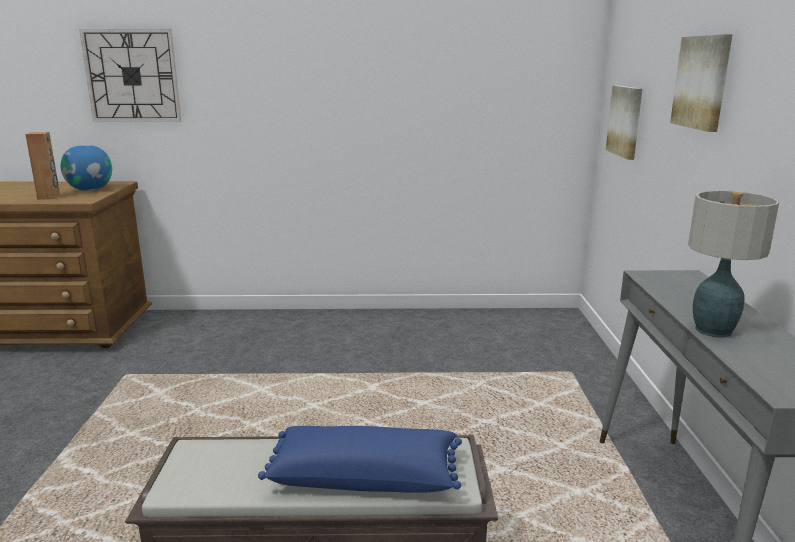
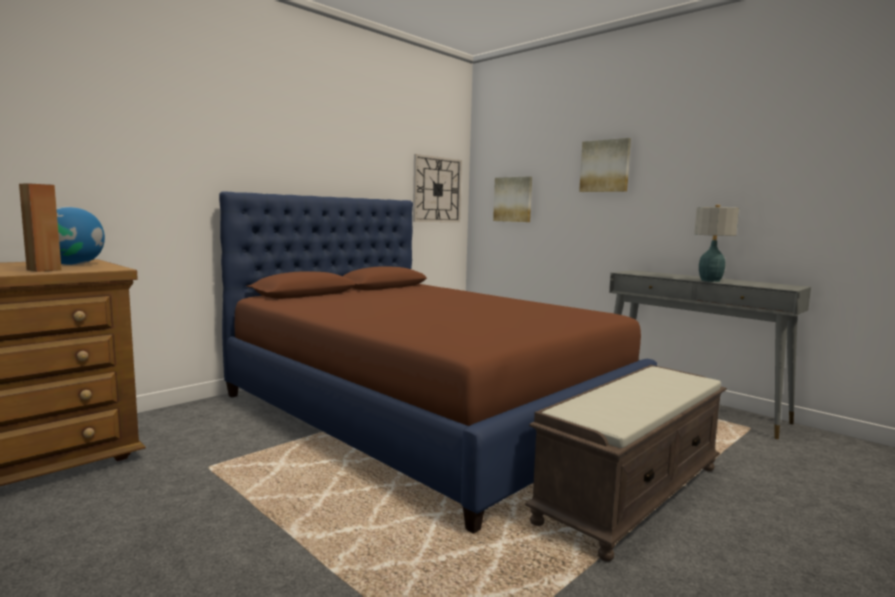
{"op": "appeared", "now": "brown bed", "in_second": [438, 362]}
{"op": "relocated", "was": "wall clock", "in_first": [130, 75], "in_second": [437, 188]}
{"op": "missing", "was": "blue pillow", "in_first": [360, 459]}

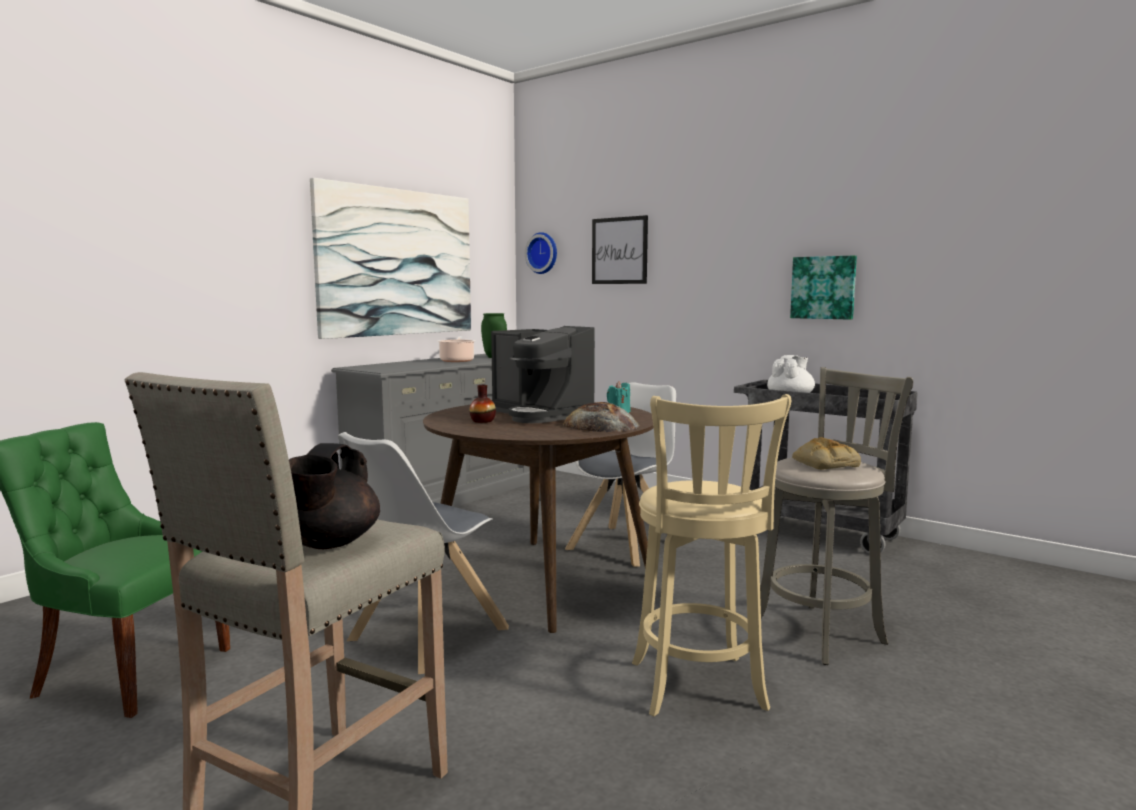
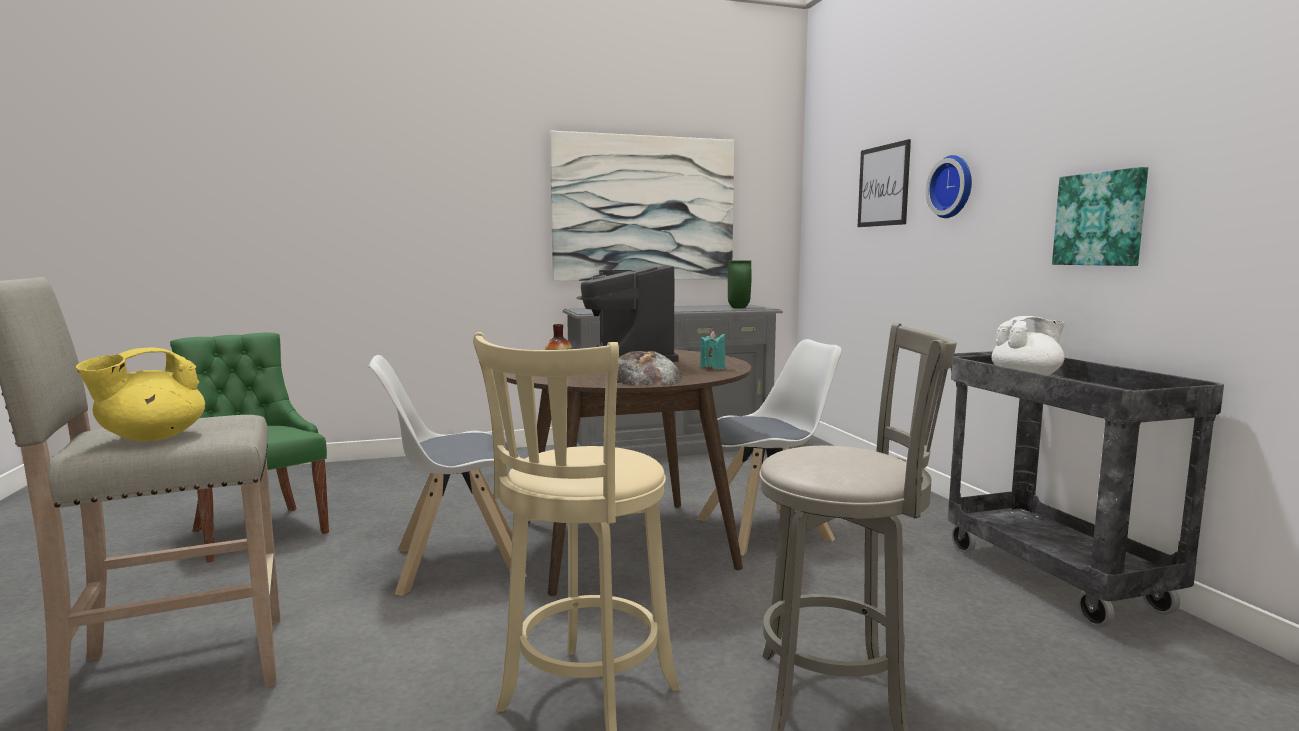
{"op": "colour", "was": "black teapot", "now": "yellow teapot", "in_first": [334, 496], "in_second": [140, 394]}
{"op": "relocated", "was": "wall clock", "in_first": [541, 253], "in_second": [949, 186]}
{"op": "missing", "was": "cooking pot", "in_first": [456, 349]}
{"op": "missing", "was": "bread", "in_first": [826, 453]}

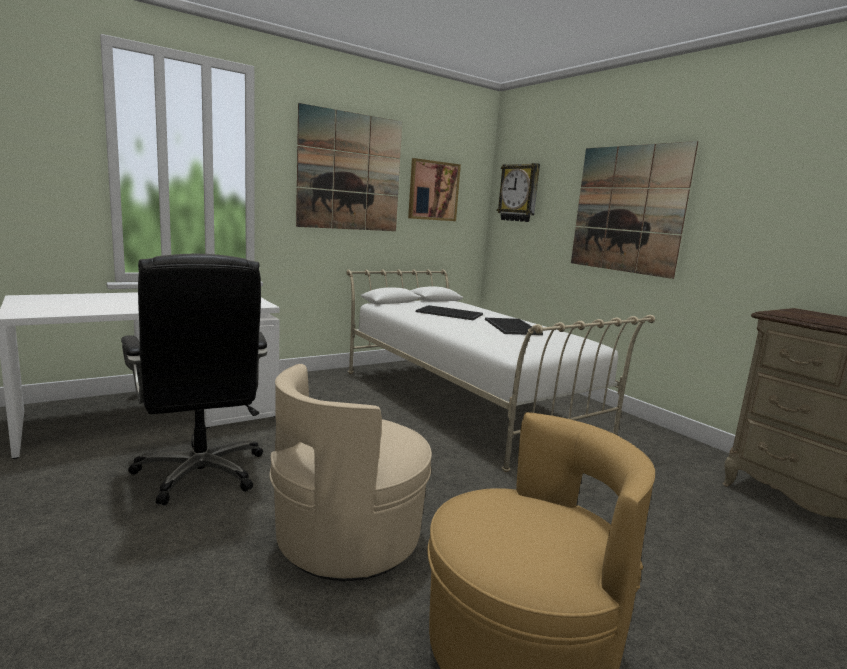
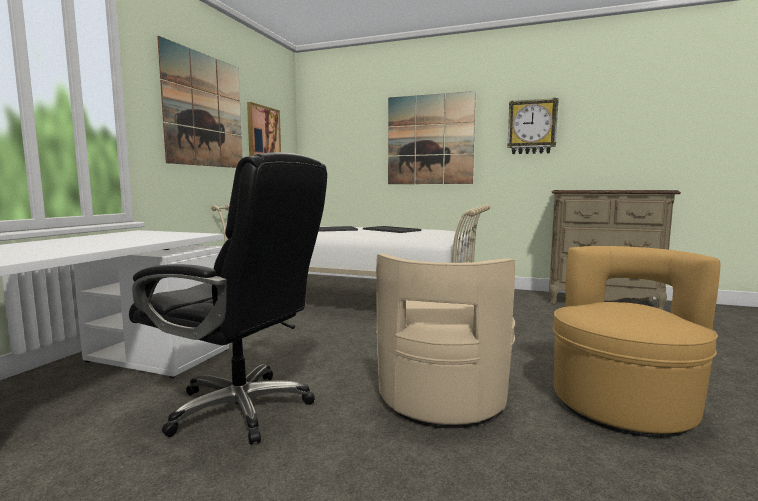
{"op": "relocated", "was": "wall clock", "in_first": [518, 192], "in_second": [533, 126]}

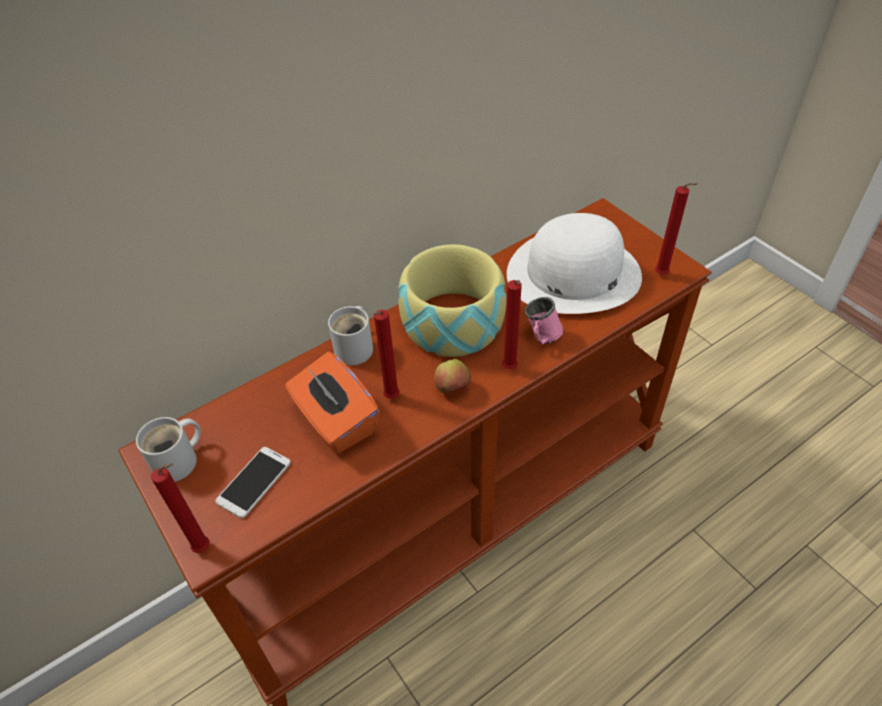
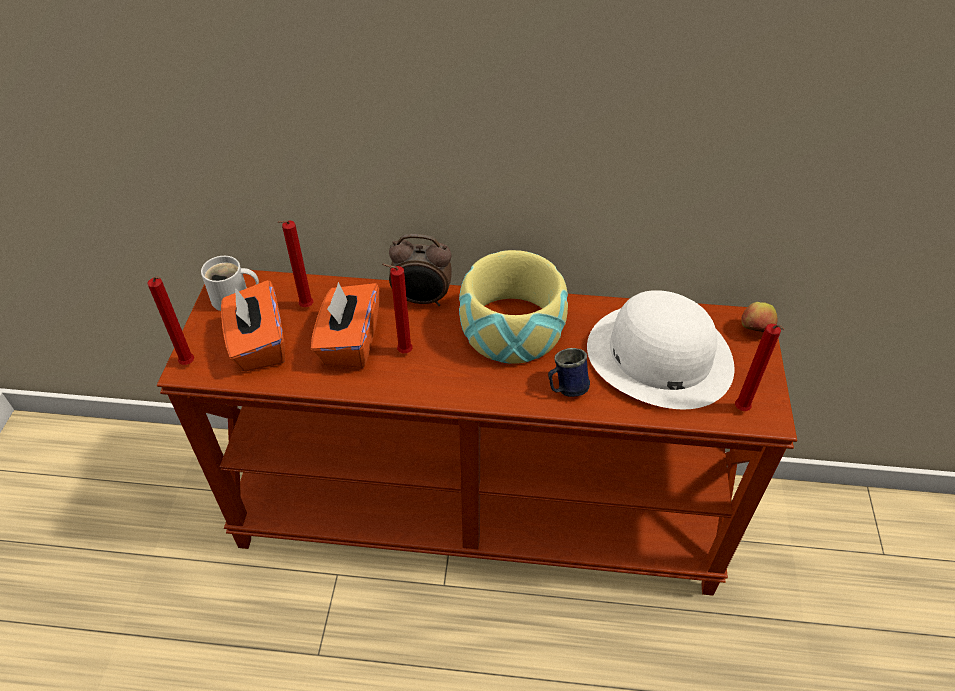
{"op": "exchanged", "was": "phone", "now": "orange tissue box", "in_first": [253, 482], "in_second": [253, 326]}
{"op": "relocated", "was": "red candle", "in_first": [512, 325], "in_second": [295, 264]}
{"op": "exchanged", "was": "white mug", "now": "alarm clock", "in_first": [350, 335], "in_second": [420, 270]}
{"op": "colour", "was": "pink mug", "now": "blue mug", "in_first": [544, 321], "in_second": [569, 372]}
{"op": "relocated", "was": "apple", "in_first": [452, 376], "in_second": [759, 317]}

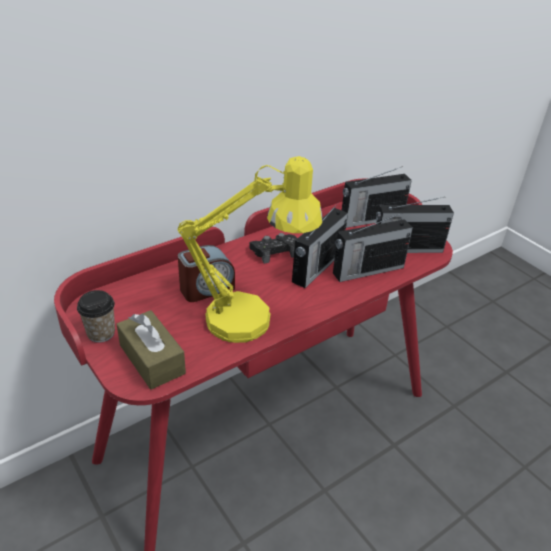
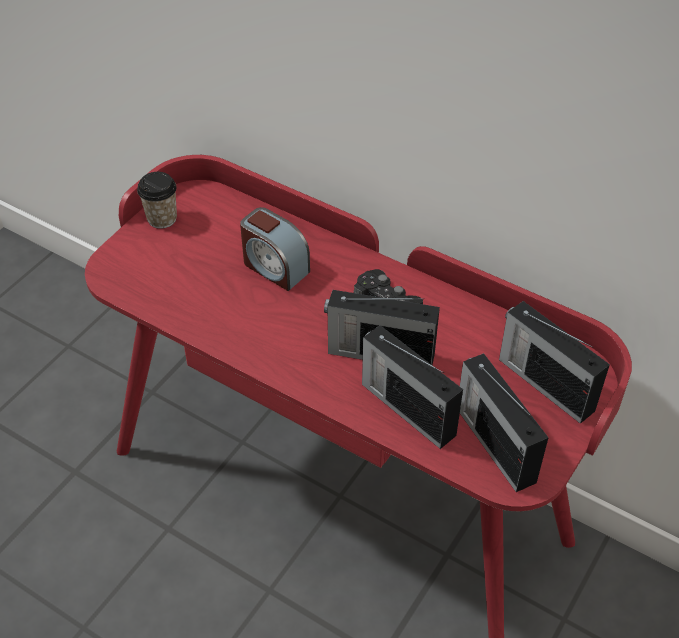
{"op": "missing", "was": "brown tissue box", "in_first": [151, 350]}
{"op": "missing", "was": "yellow table lamp", "in_first": [250, 249]}

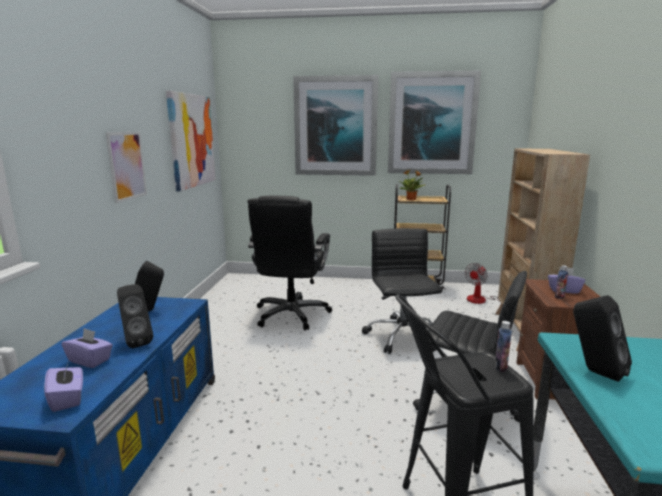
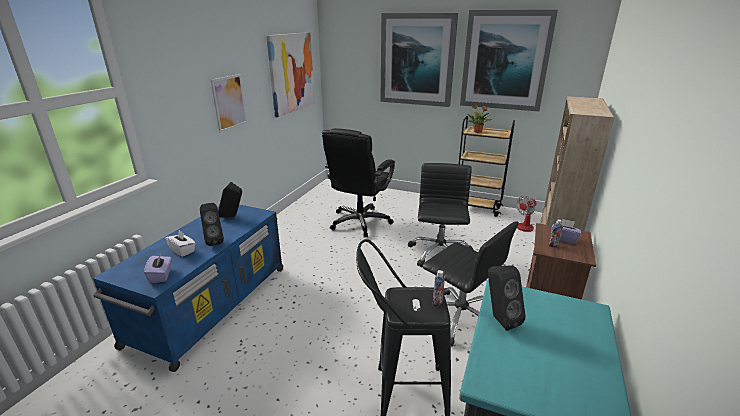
{"op": "colour", "was": "purple tissue box", "now": "white tissue box", "in_first": [87, 348], "in_second": [180, 243]}

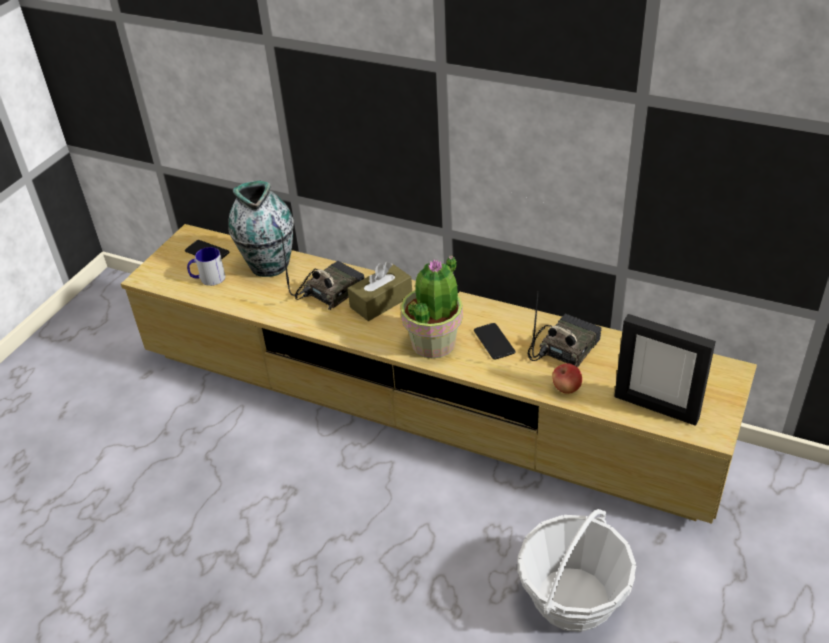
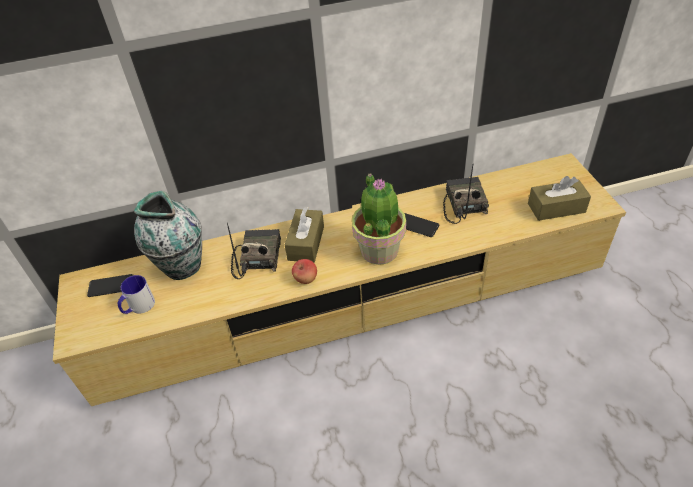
{"op": "relocated", "was": "apple", "in_first": [567, 378], "in_second": [304, 271]}
{"op": "exchanged", "was": "picture frame", "now": "brown tissue box", "in_first": [665, 370], "in_second": [559, 198]}
{"op": "missing", "was": "basket", "in_first": [576, 570]}

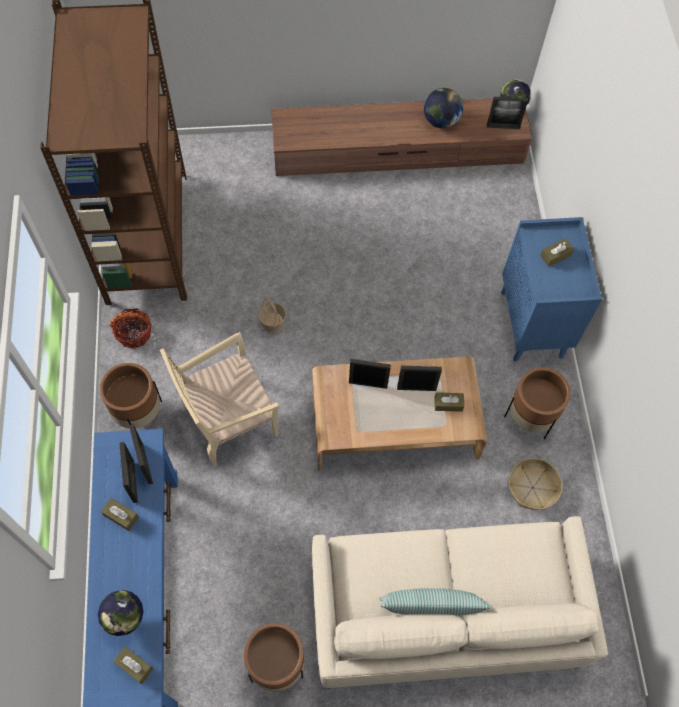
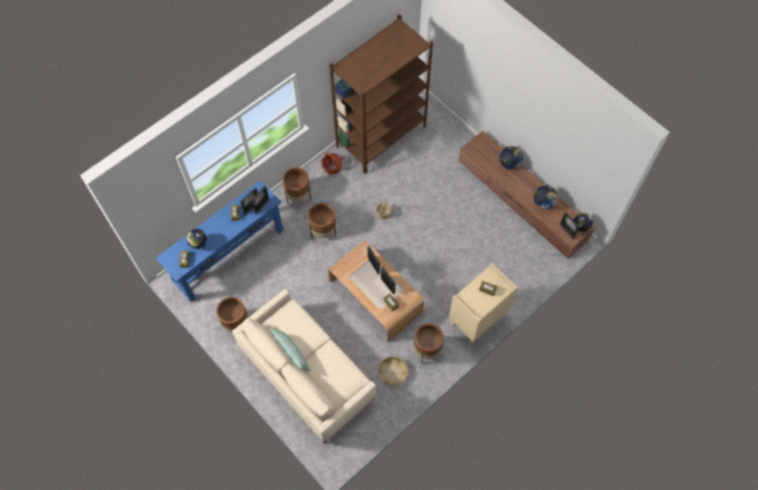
{"op": "exchanged", "was": "beige armchair", "now": "brown planter", "in_first": [219, 399], "in_second": [322, 221]}
{"op": "colour", "was": "blue cabinet", "now": "beige cabinet", "in_first": [551, 289], "in_second": [483, 304]}
{"op": "appeared", "now": "globe", "in_second": [511, 157]}

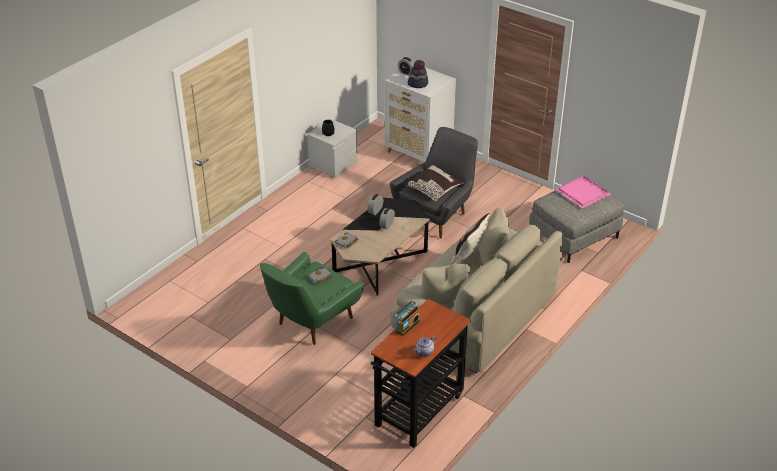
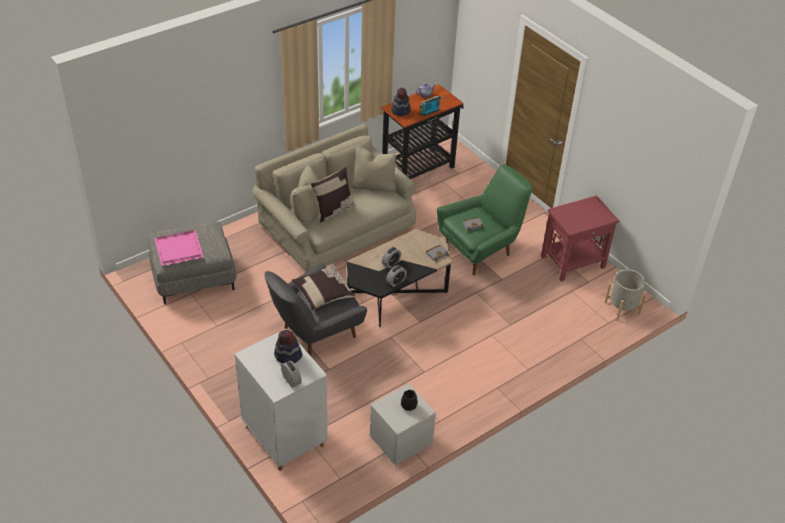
{"op": "appeared", "now": "hat", "in_second": [401, 101]}
{"op": "appeared", "now": "red side table", "in_second": [580, 238]}
{"op": "appeared", "now": "grey planter", "in_second": [625, 294]}

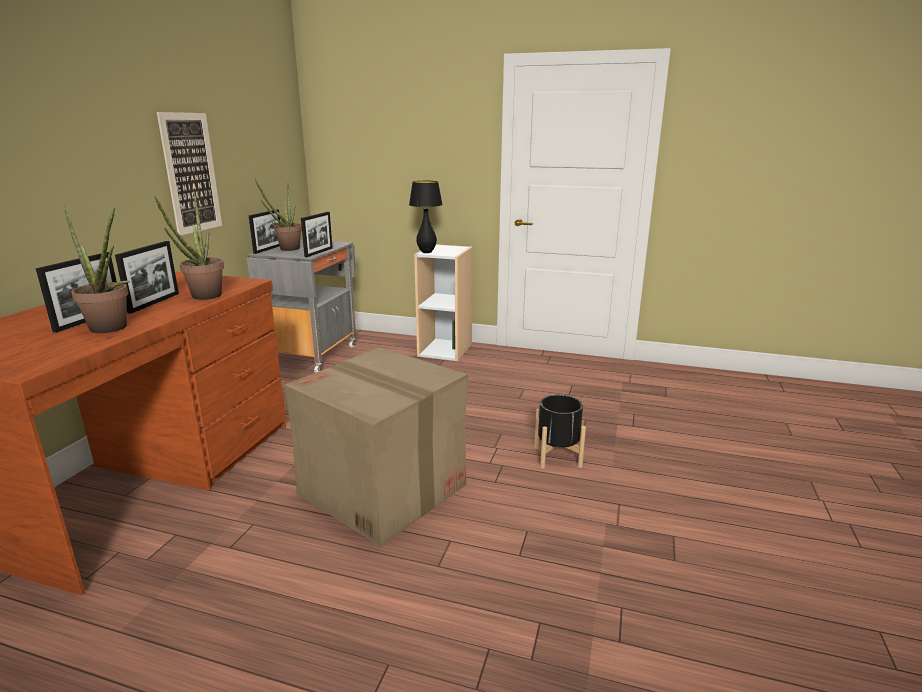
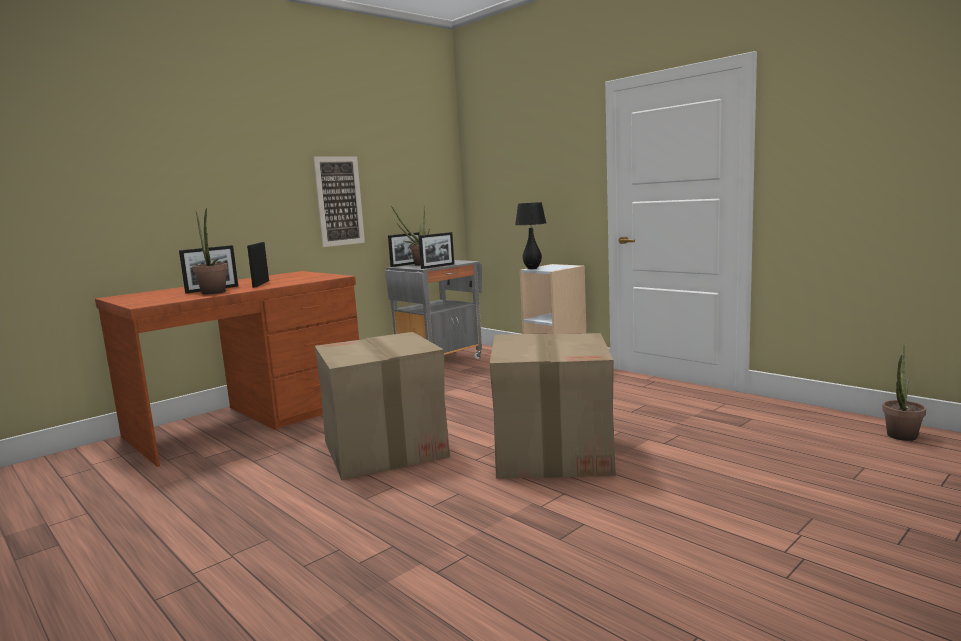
{"op": "spun", "was": "picture frame", "in_first": [147, 277], "in_second": [258, 265], "clockwise": 135}
{"op": "exchanged", "was": "black planter", "now": "cardboard box", "in_first": [560, 432], "in_second": [552, 406]}
{"op": "relocated", "was": "potted plant", "in_first": [189, 246], "in_second": [904, 392]}

